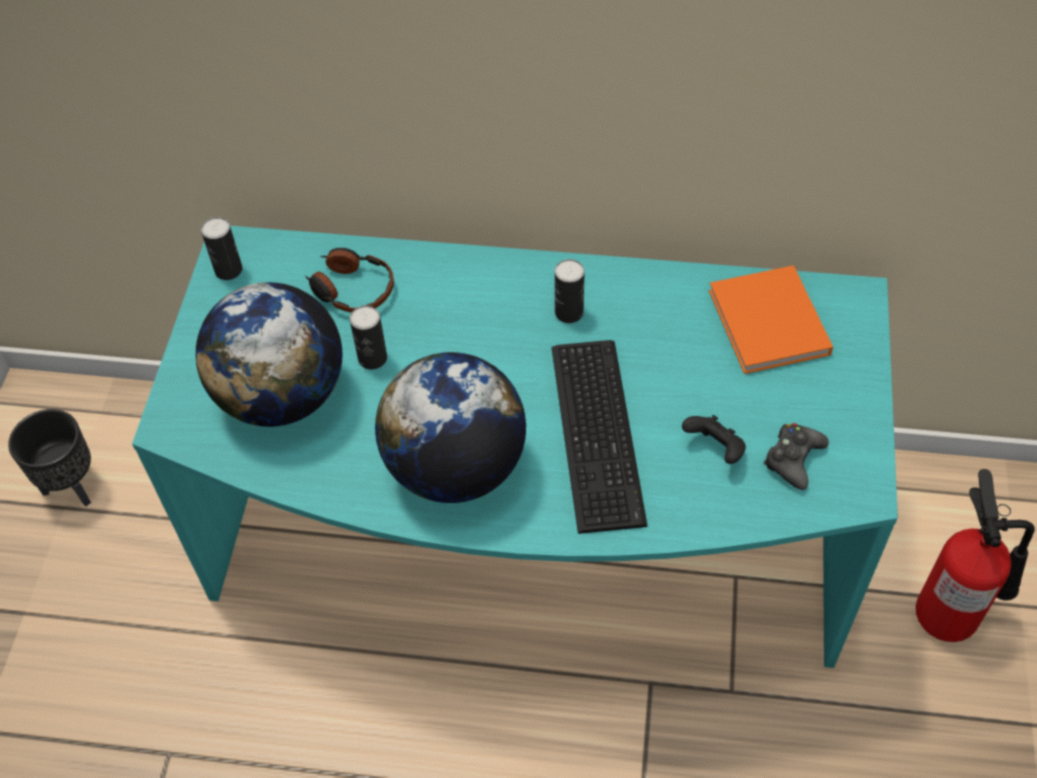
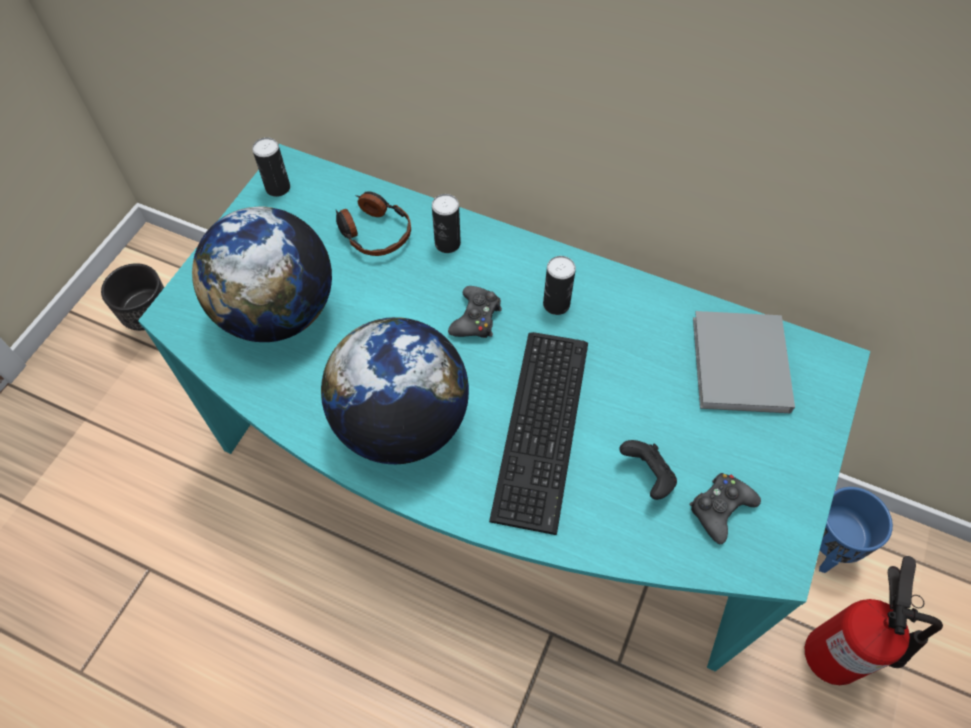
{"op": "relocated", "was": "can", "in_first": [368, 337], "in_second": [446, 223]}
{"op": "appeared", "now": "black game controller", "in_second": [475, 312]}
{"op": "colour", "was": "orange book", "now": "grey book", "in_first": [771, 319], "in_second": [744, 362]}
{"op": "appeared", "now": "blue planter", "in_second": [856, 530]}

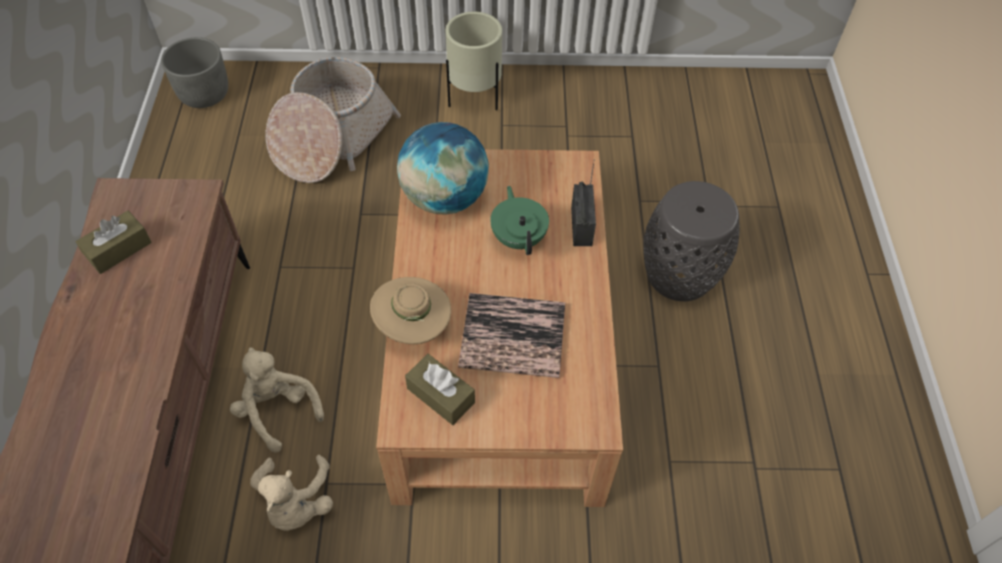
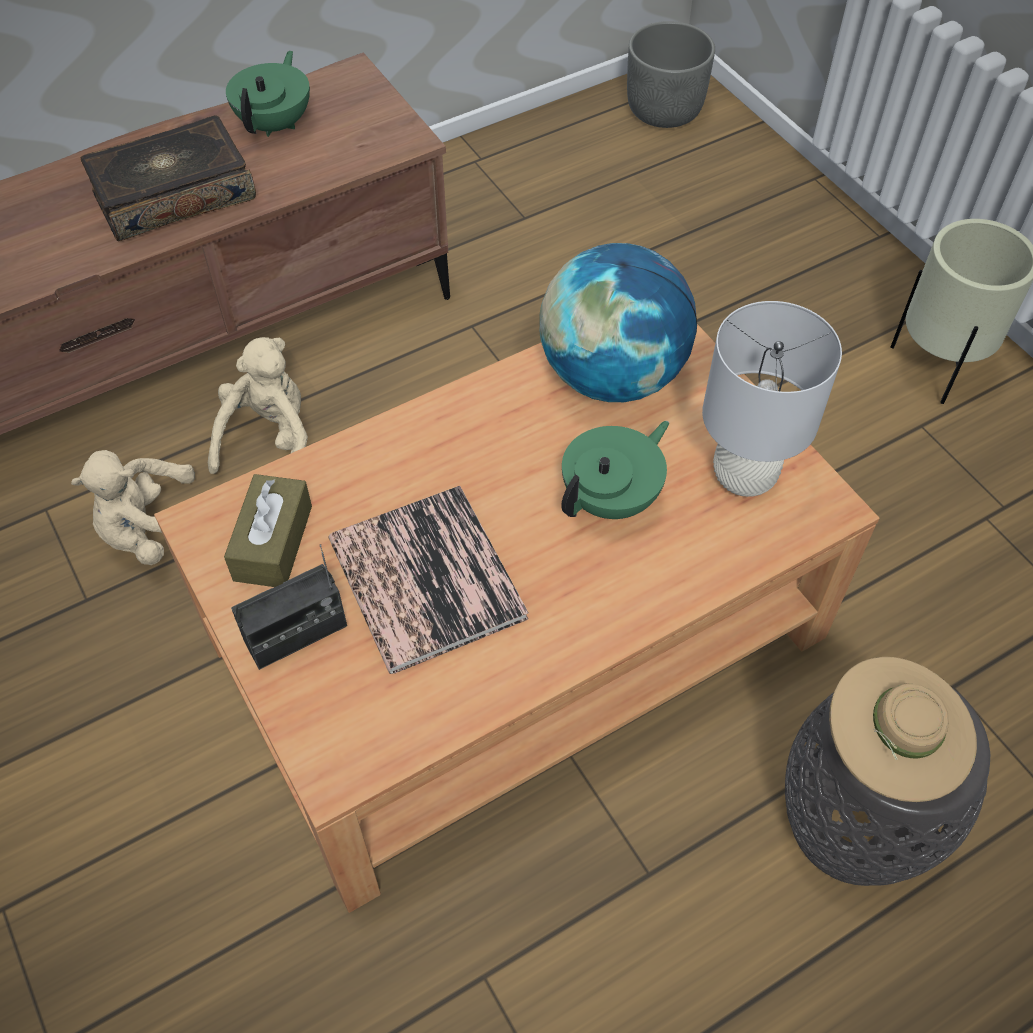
{"op": "appeared", "now": "book", "in_second": [168, 178]}
{"op": "exchanged", "was": "brown tissue box", "now": "green teapot", "in_first": [114, 242], "in_second": [268, 93]}
{"op": "relocated", "was": "radio", "in_first": [583, 202], "in_second": [289, 607]}
{"op": "appeared", "now": "grey table lamp", "in_second": [772, 399]}
{"op": "relocated", "was": "beige hat", "in_first": [410, 310], "in_second": [903, 729]}
{"op": "missing", "was": "basket", "in_first": [333, 120]}

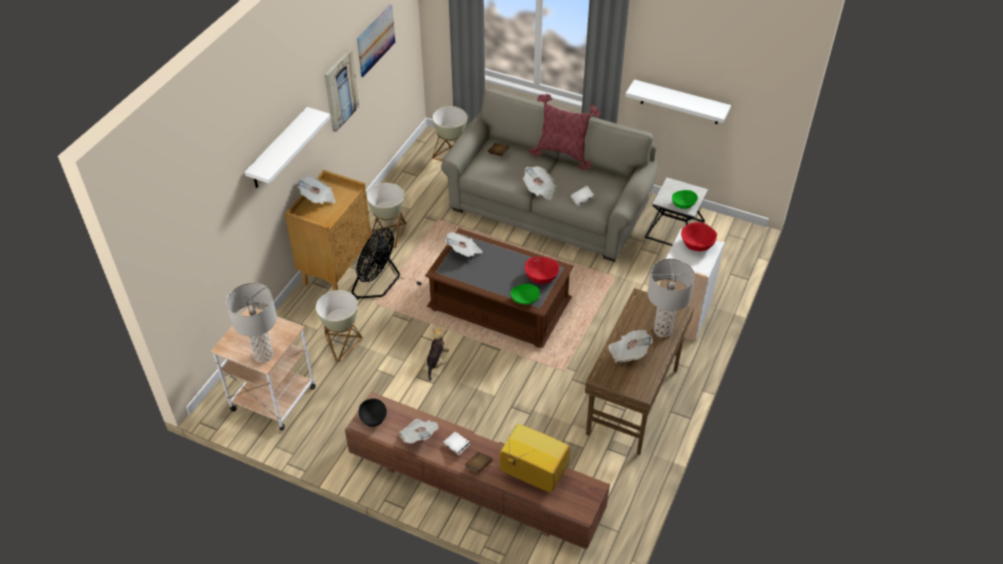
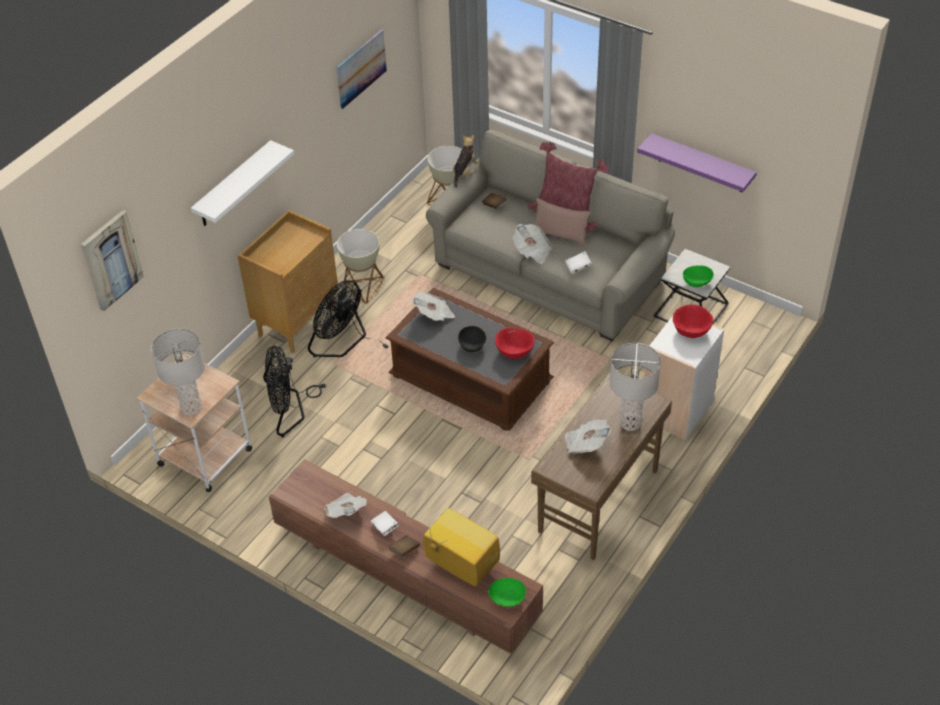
{"op": "relocated", "was": "picture", "in_first": [341, 91], "in_second": [112, 260]}
{"op": "exchanged", "was": "planter", "now": "black fan", "in_first": [339, 326], "in_second": [294, 391]}
{"op": "relocated", "was": "plush toy", "in_first": [437, 354], "in_second": [466, 161]}
{"op": "relocated", "was": "black bowl", "in_first": [373, 412], "in_second": [472, 339]}
{"op": "relocated", "was": "green bowl", "in_first": [525, 294], "in_second": [507, 592]}
{"op": "appeared", "now": "beige pillow", "in_second": [563, 222]}
{"op": "colour", "was": "white shelf", "now": "purple shelf", "in_first": [678, 101], "in_second": [697, 162]}
{"op": "missing", "was": "newspaper", "in_first": [316, 190]}

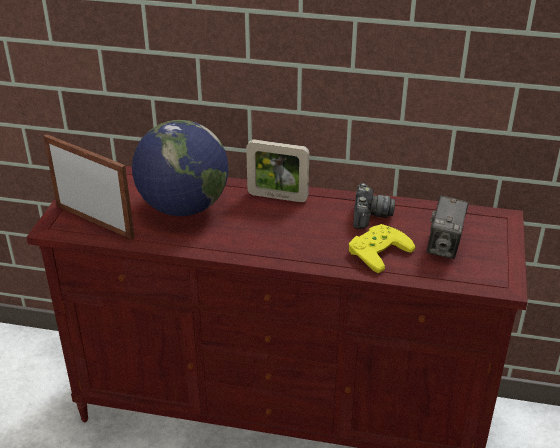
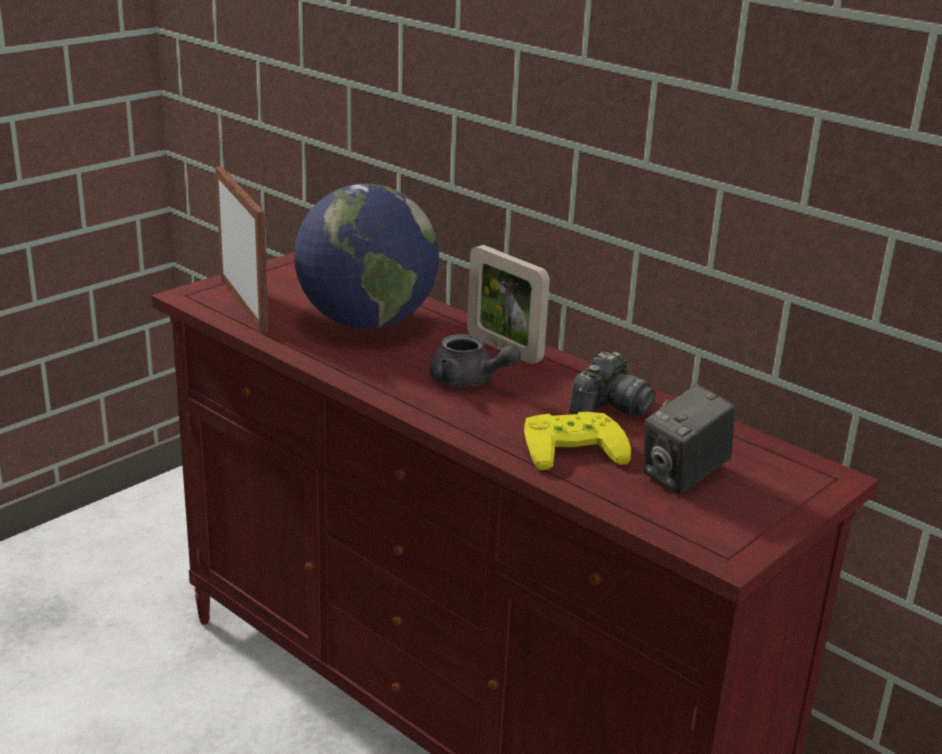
{"op": "appeared", "now": "grey teapot", "in_second": [475, 360]}

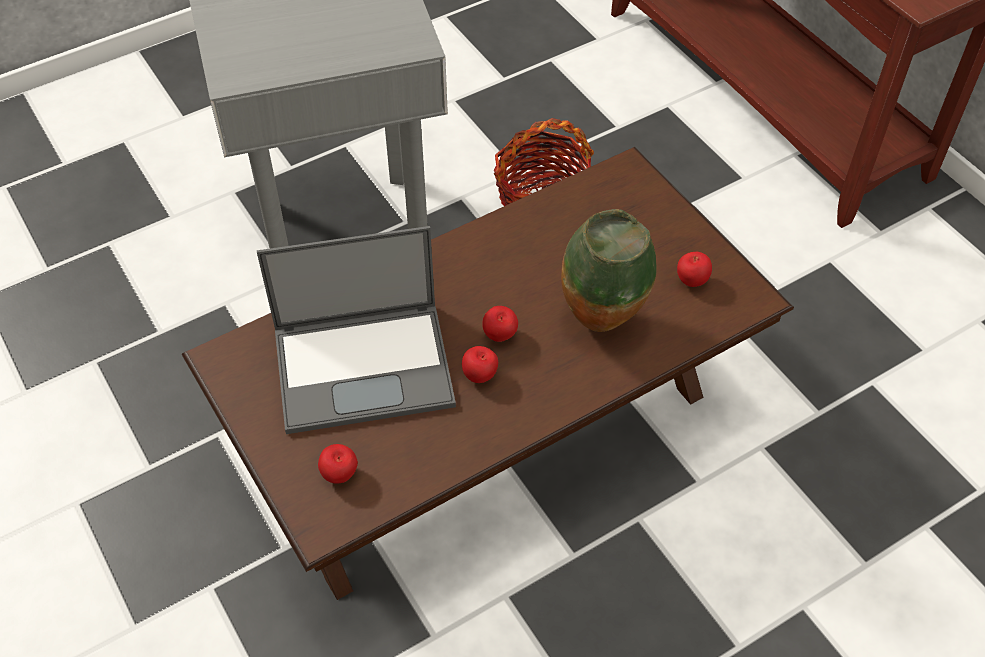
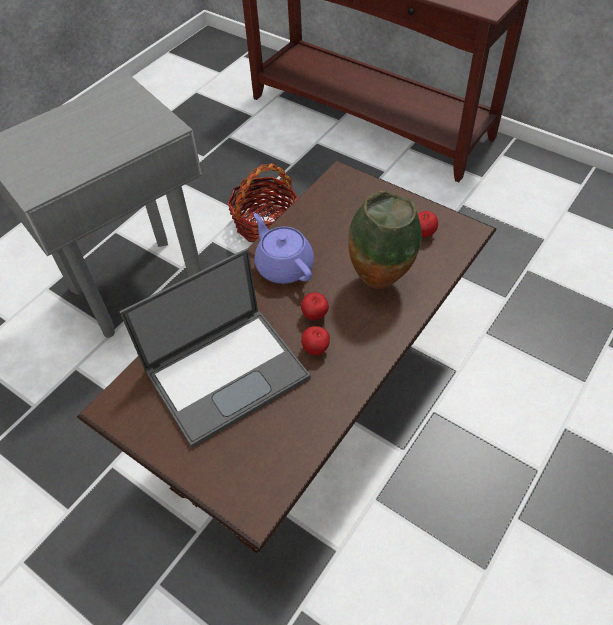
{"op": "appeared", "now": "purple teapot", "in_second": [284, 248]}
{"op": "missing", "was": "apple", "in_first": [338, 463]}

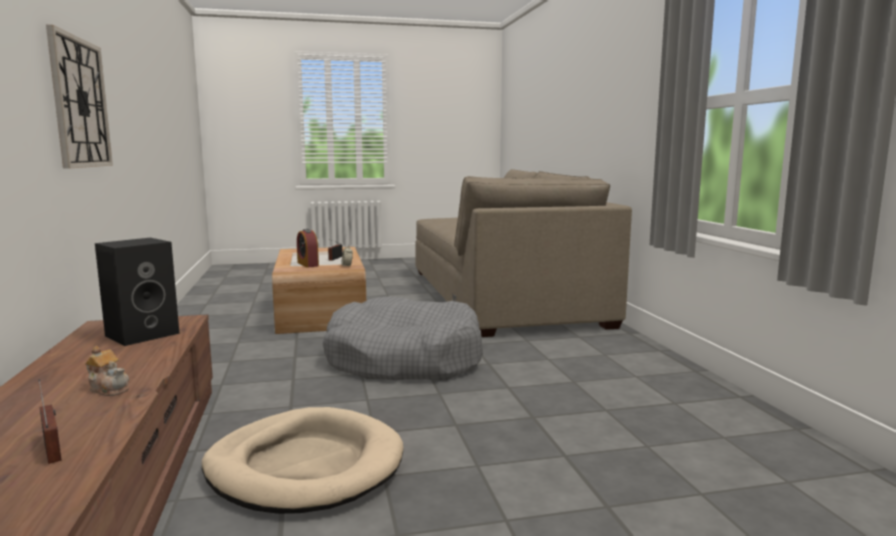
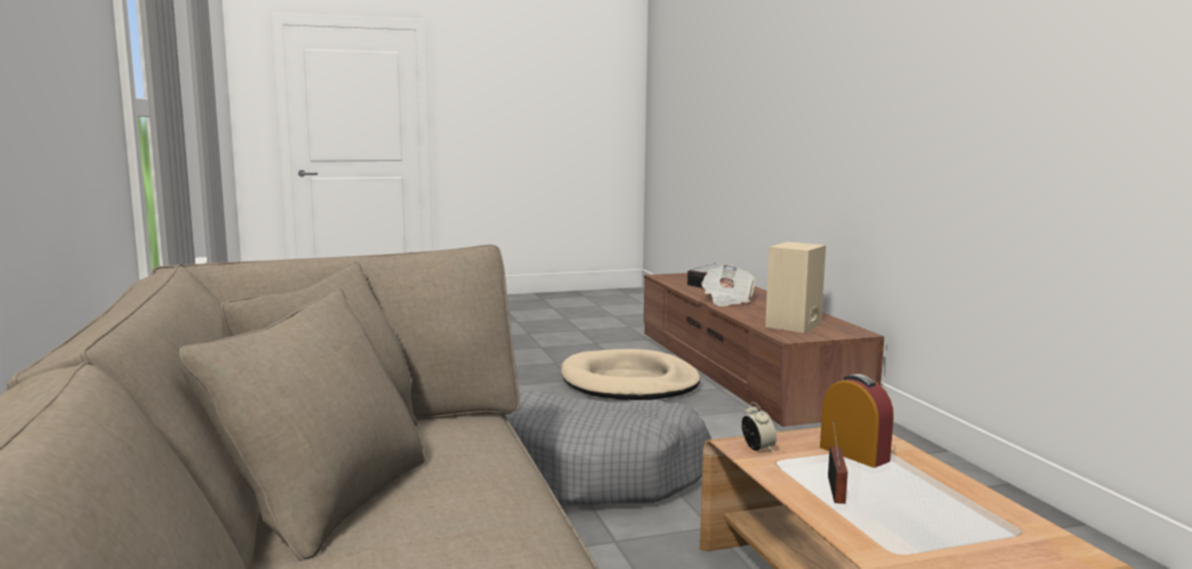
{"op": "exchanged", "was": "teapot", "now": "newspaper", "in_first": [107, 371], "in_second": [728, 285]}
{"op": "colour", "was": "black speaker", "now": "beige speaker", "in_first": [137, 292], "in_second": [795, 287]}
{"op": "missing", "was": "wall clock", "in_first": [79, 97]}

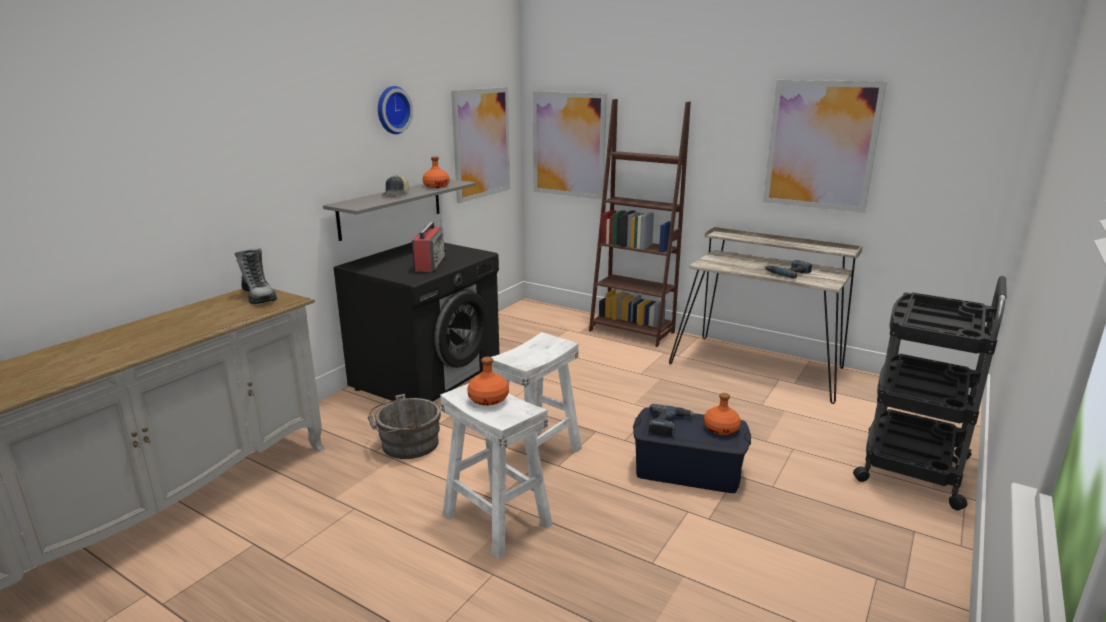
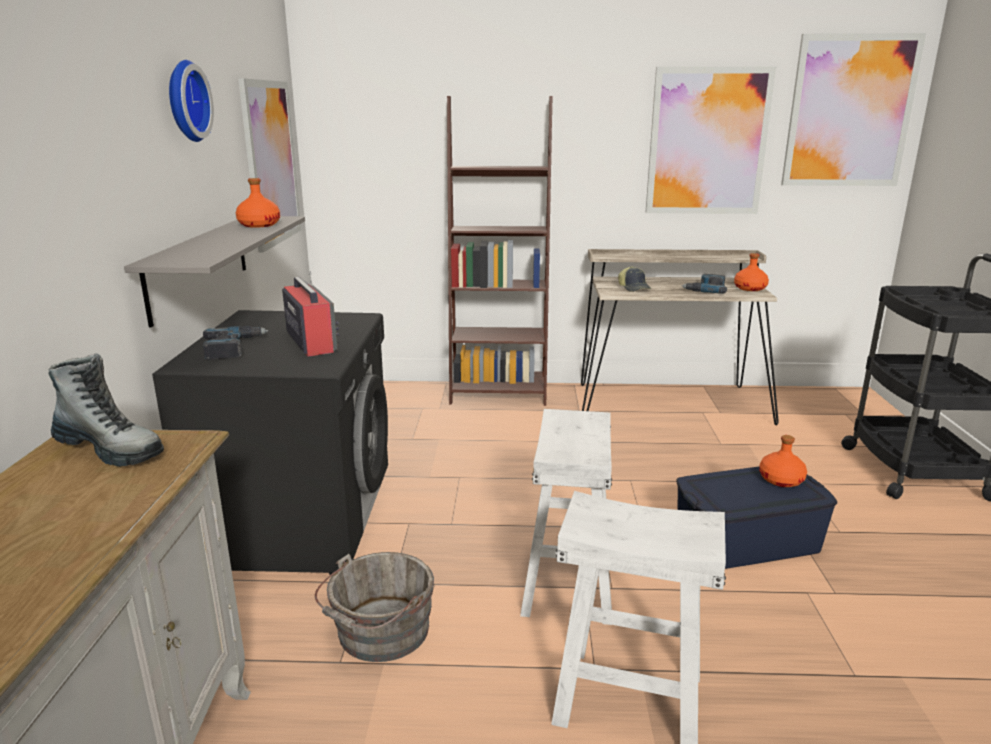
{"op": "relocated", "was": "power drill", "in_first": [672, 420], "in_second": [235, 343]}
{"op": "relocated", "was": "cap", "in_first": [395, 185], "in_second": [634, 279]}
{"op": "relocated", "was": "orange bottle", "in_first": [488, 381], "in_second": [751, 272]}
{"op": "relocated", "was": "picture", "in_first": [570, 145], "in_second": [853, 109]}

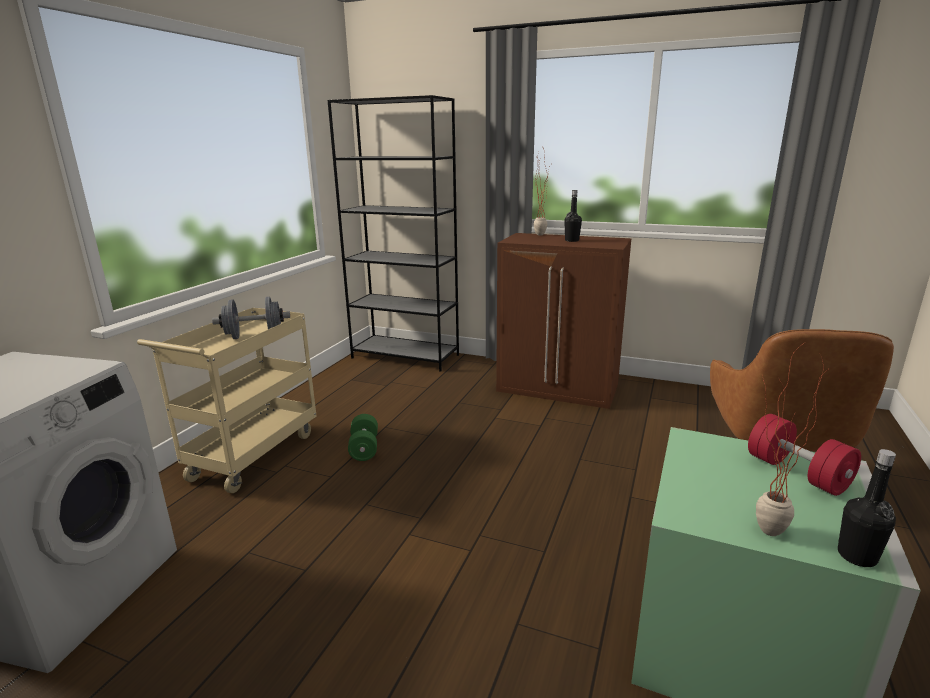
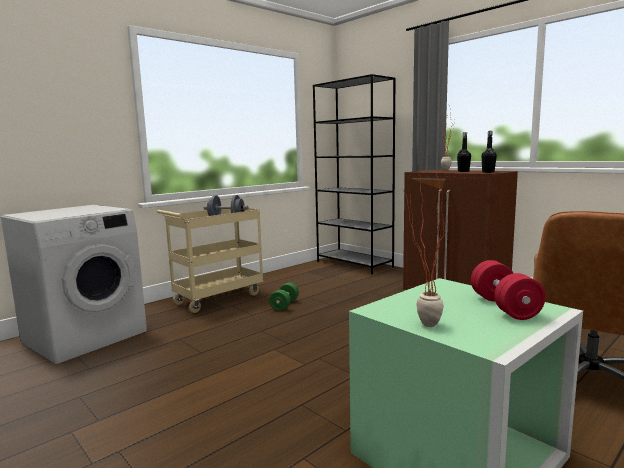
{"op": "relocated", "was": "black bottle", "in_first": [867, 508], "in_second": [489, 152]}

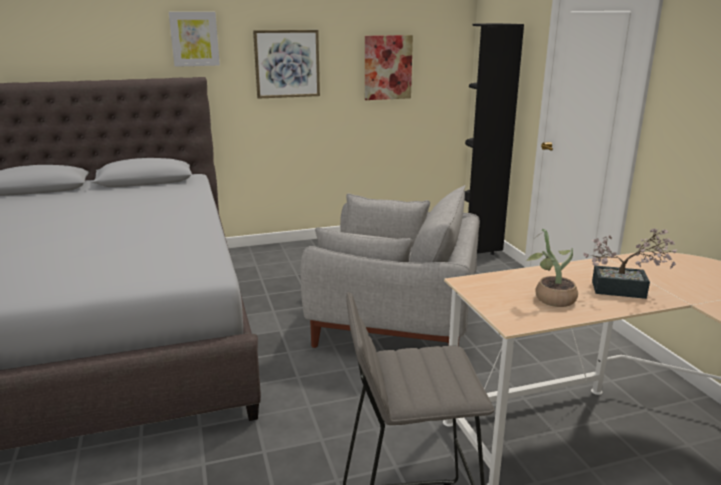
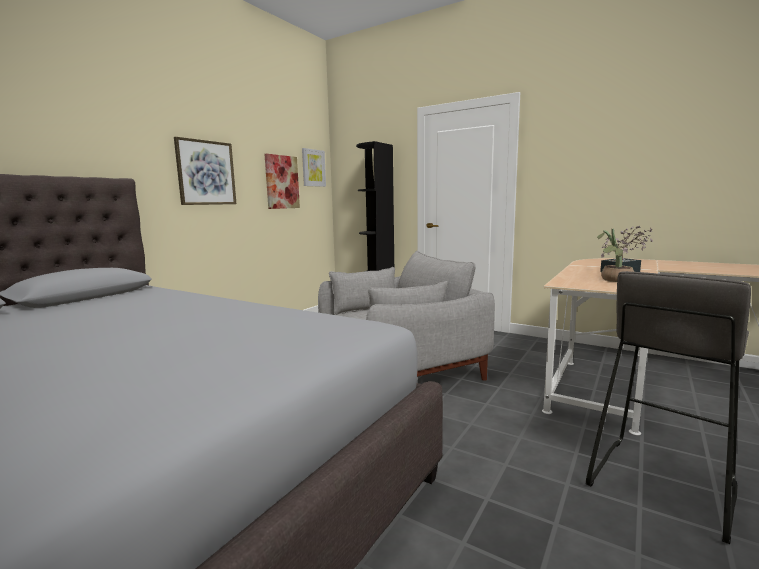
{"op": "relocated", "was": "picture", "in_first": [194, 39], "in_second": [314, 167]}

